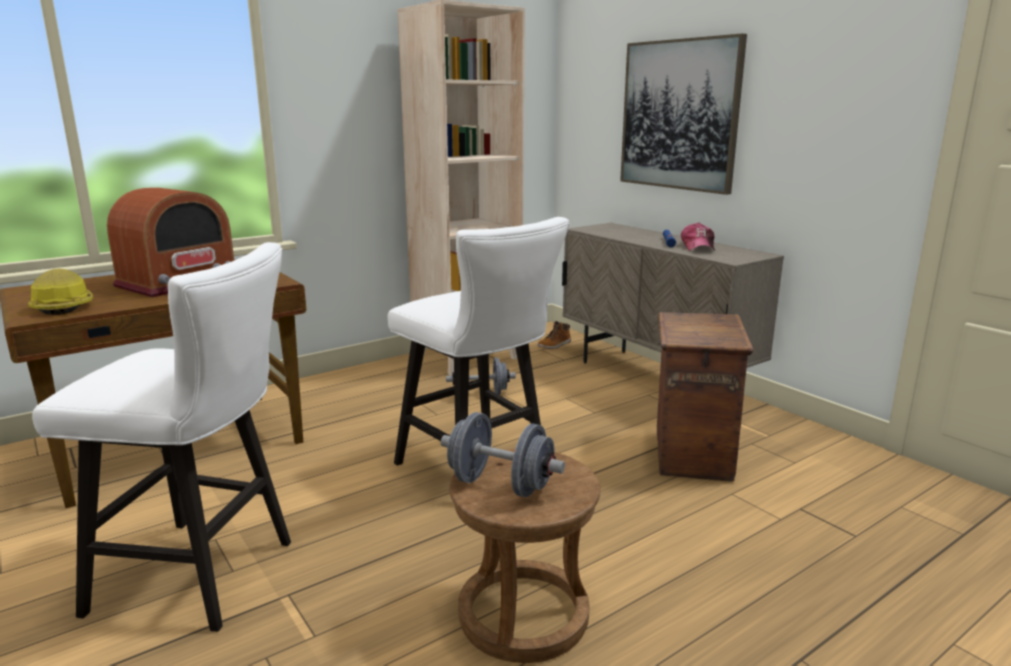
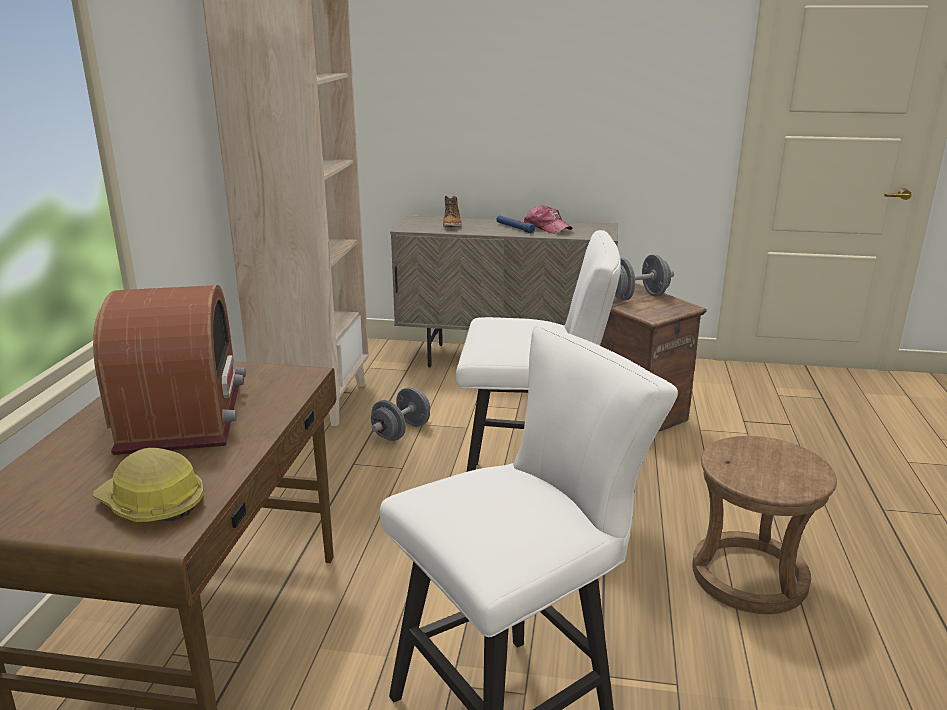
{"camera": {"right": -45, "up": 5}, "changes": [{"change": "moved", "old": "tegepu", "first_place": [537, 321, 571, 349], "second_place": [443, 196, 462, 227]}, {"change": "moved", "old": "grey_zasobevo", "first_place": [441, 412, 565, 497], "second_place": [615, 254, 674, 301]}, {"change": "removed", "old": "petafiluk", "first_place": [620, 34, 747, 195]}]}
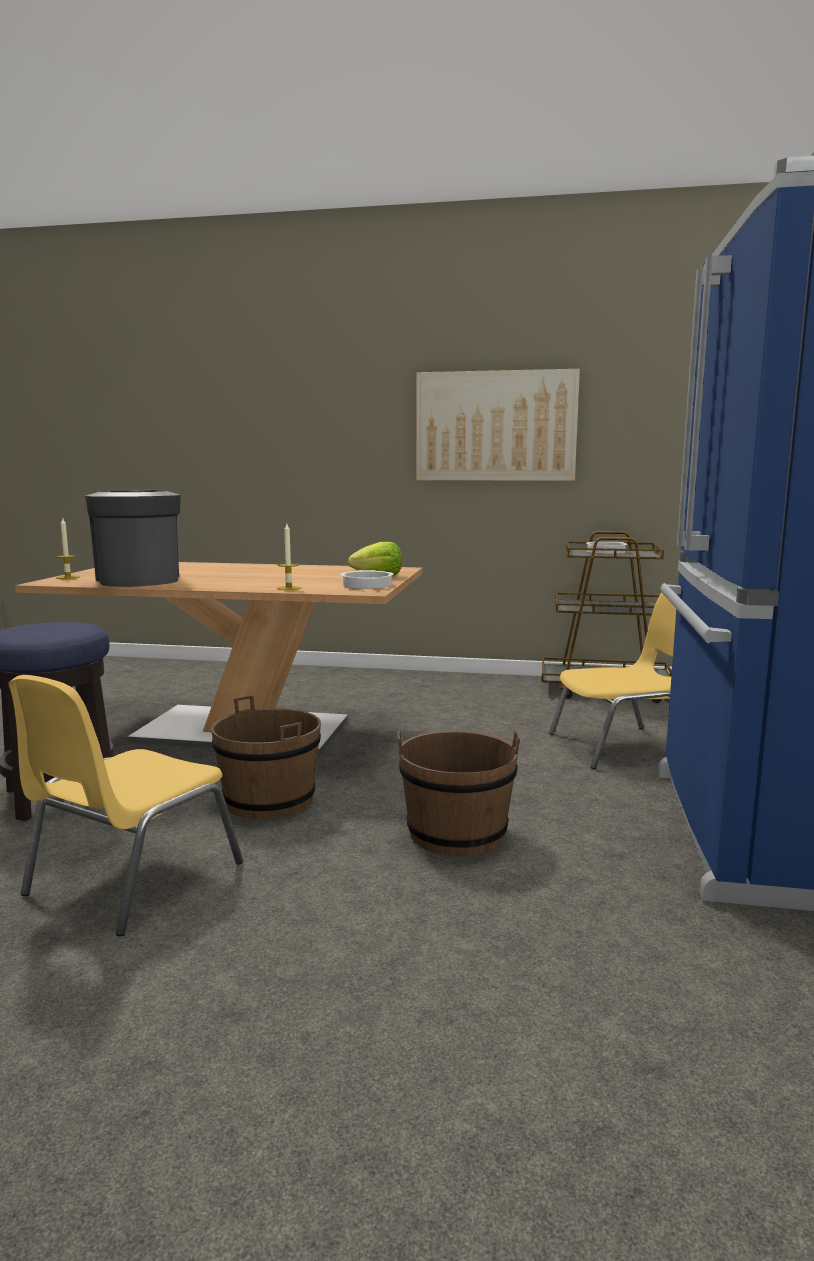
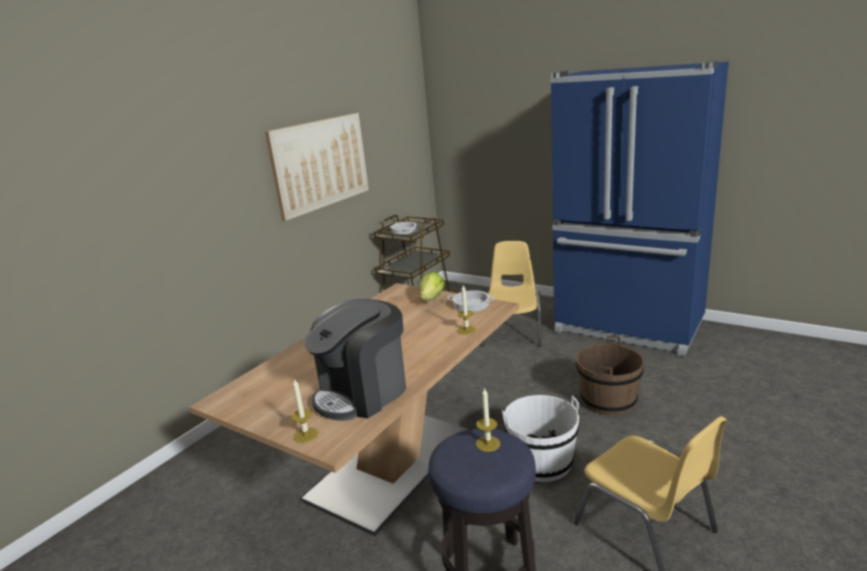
{"camera": {"right": -65, "up": 10}, "changes": [{"change": "turned", "old": "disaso", "first_place": [85, 490, 181, 587], "second_place": [304, 299, 406, 421], "degrees": -45}, {"change": "added", "new": "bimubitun", "second_place": [476, 387, 500, 452]}, {"change": "recoloured", "old": "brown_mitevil", "new": "white_mitevil", "first_place": [211, 696, 321, 819], "second_place": [502, 395, 579, 482]}]}
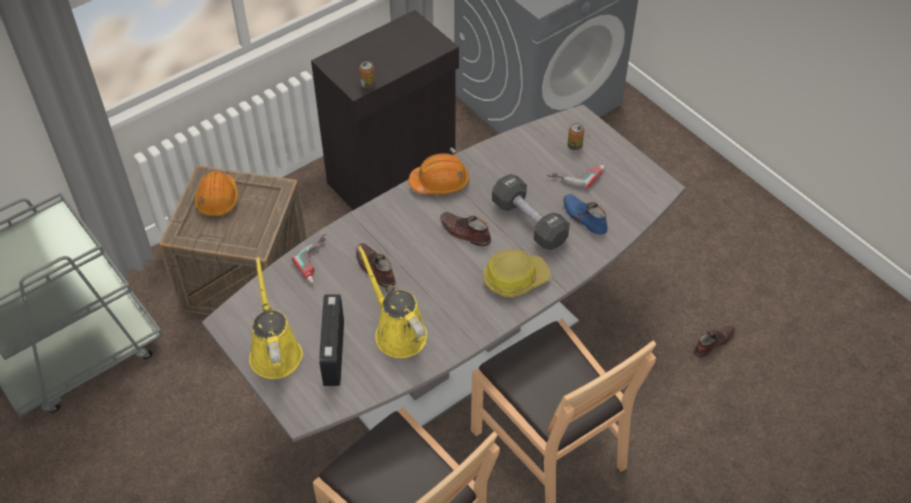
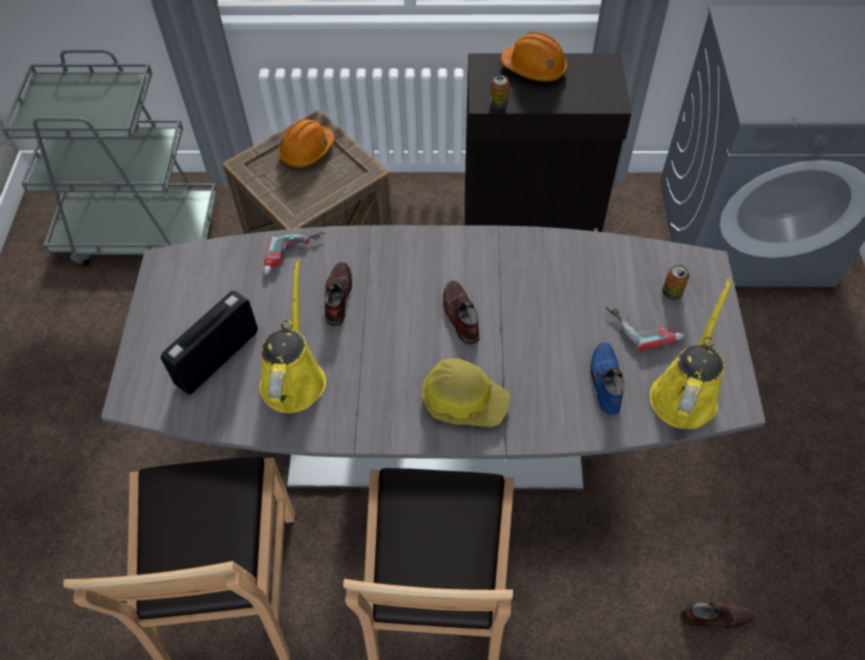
{"camera": {"right": 40, "up": 5}, "changes": [{"change": "moved", "old": "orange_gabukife", "first_place": [409, 153, 469, 195], "second_place": [501, 32, 568, 82]}, {"change": "moved", "old": "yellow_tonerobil", "first_place": [249, 257, 303, 379], "second_place": [650, 279, 733, 429]}, {"change": "removed", "old": "black_zasobevo", "first_place": [492, 174, 570, 250]}]}
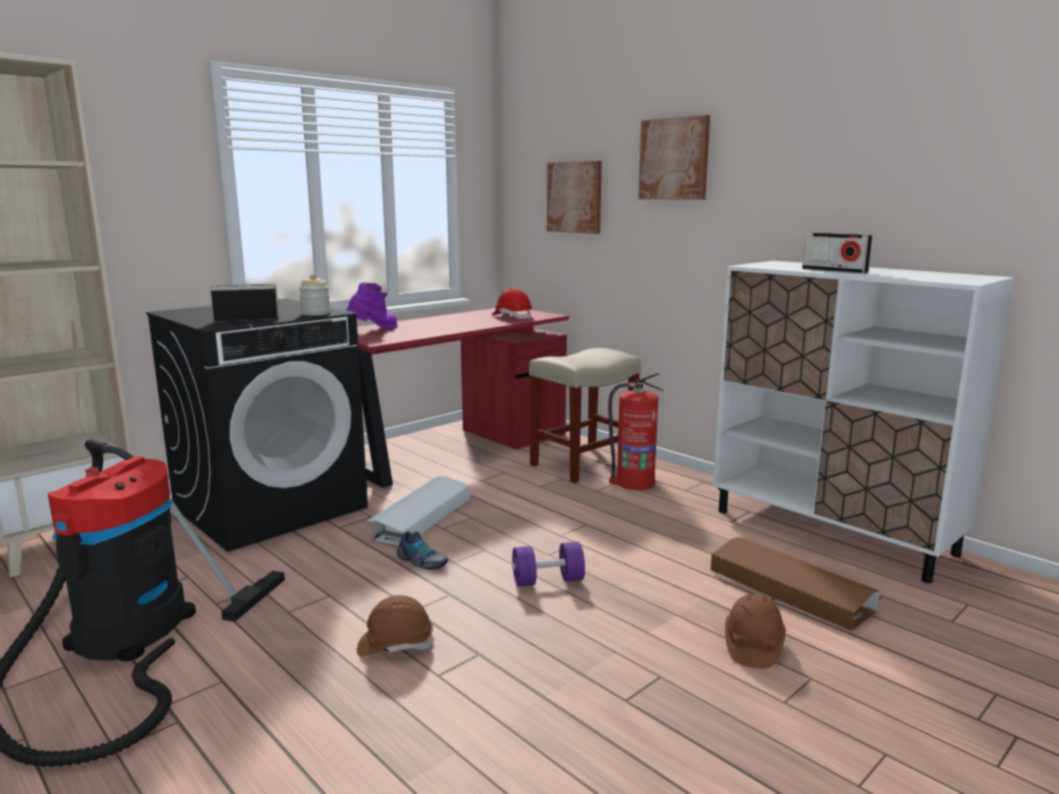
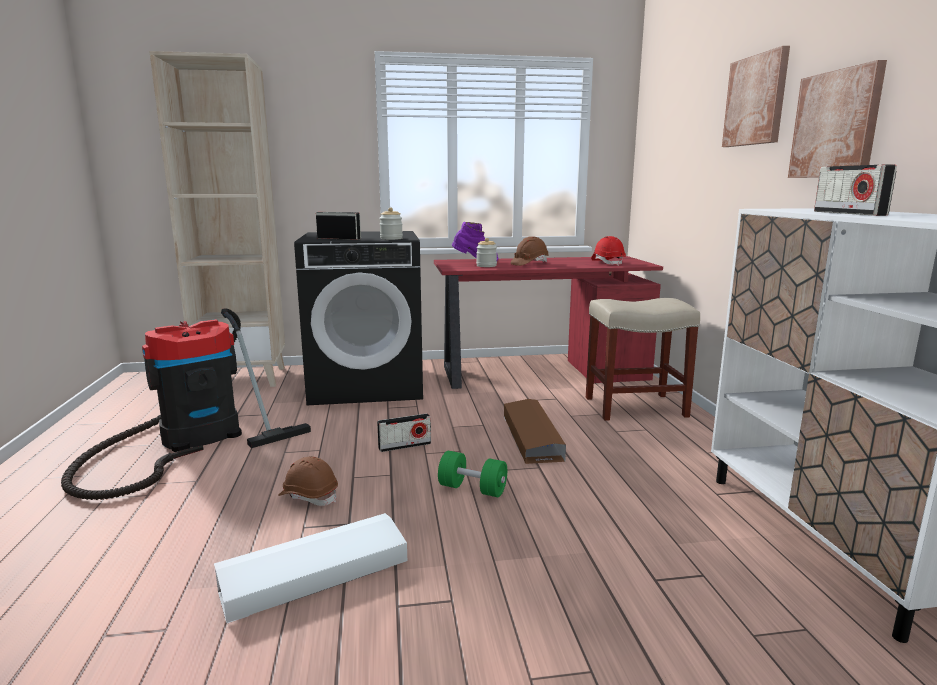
{"camera": {"right": 35, "up": 0}, "changes": [{"change": "moved", "old": "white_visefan", "first_place": [367, 476, 470, 546], "second_place": [214, 513, 407, 624]}, {"change": "replaced", "old": "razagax", "new": "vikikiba", "first_place": [397, 531, 448, 570], "second_place": [377, 413, 431, 452]}, {"change": "recoloured", "old": "purple_zasobevo", "new": "green_zasobevo", "first_place": [512, 542, 585, 587], "second_place": [438, 451, 507, 497]}, {"change": "added", "new": "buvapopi", "second_place": [476, 238, 497, 267]}, {"change": "moved", "old": "brown_visefan", "first_place": [710, 537, 880, 631], "second_place": [504, 399, 566, 464]}, {"change": "moved", "old": "brown_gabukife", "first_place": [725, 594, 786, 669], "second_place": [511, 236, 549, 266]}, {"change": "moved", "old": "petafiluk", "first_place": [547, 161, 602, 234], "second_place": [788, 60, 887, 178]}, {"change": "removed", "old": "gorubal", "first_place": [608, 373, 664, 490]}]}
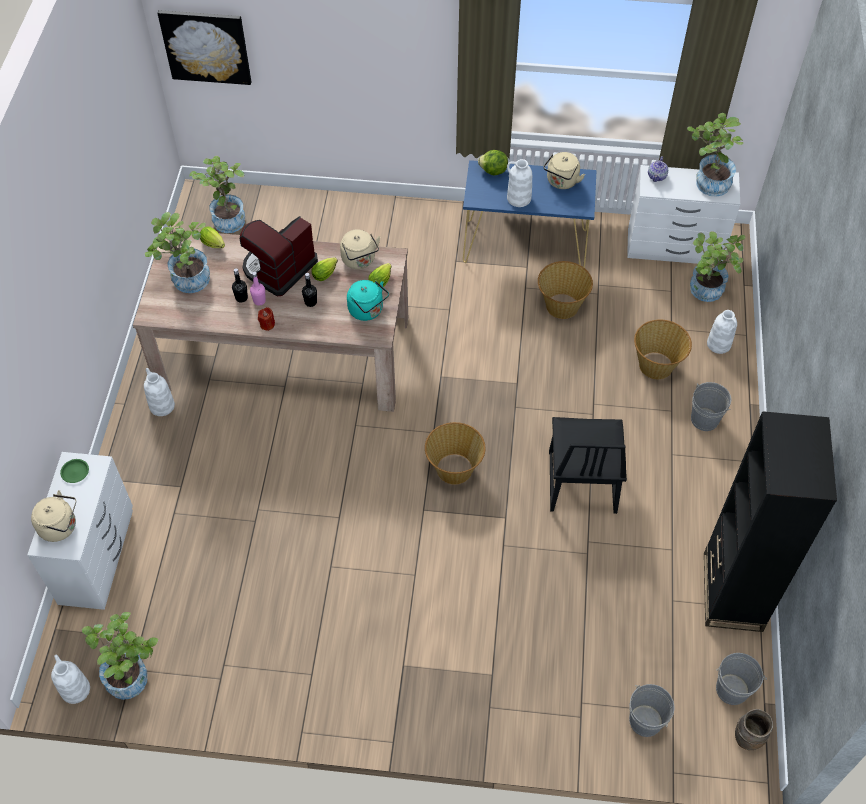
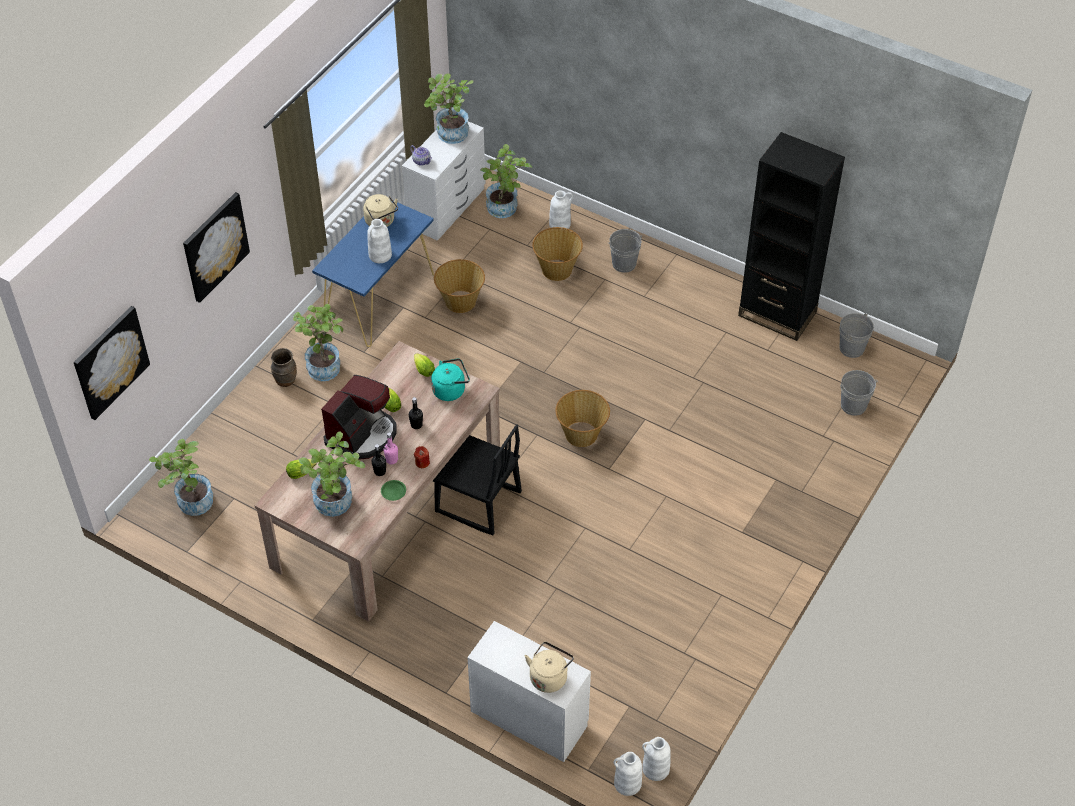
{"camera": {"right": -65, "up": -5}, "changes": [{"change": "added", "new": "petafiluk", "second_place": [183, 192, 250, 303]}, {"change": "moved", "old": "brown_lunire", "first_place": [735, 709, 773, 750], "second_place": [271, 348, 297, 387]}, {"change": "moved", "old": "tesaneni", "first_place": [82, 612, 158, 700], "second_place": [293, 304, 343, 381]}, {"change": "turned", "old": "disaso", "first_place": [240, 216, 318, 297], "second_place": [321, 375, 397, 460], "degrees": -120}, {"change": "moved", "old": "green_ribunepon", "first_place": [60, 459, 89, 483], "second_place": [381, 480, 406, 501]}, {"change": "moved", "old": "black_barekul", "first_place": [549, 417, 627, 514], "second_place": [433, 424, 522, 535]}, {"change": "moved", "old": "white_lunire", "first_place": [144, 368, 175, 416], "second_place": [613, 752, 642, 796]}, {"change": "removed", "old": "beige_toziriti", "first_place": [340, 229, 380, 269]}, {"change": "removed", "old": "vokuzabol", "first_place": [478, 150, 508, 176]}]}
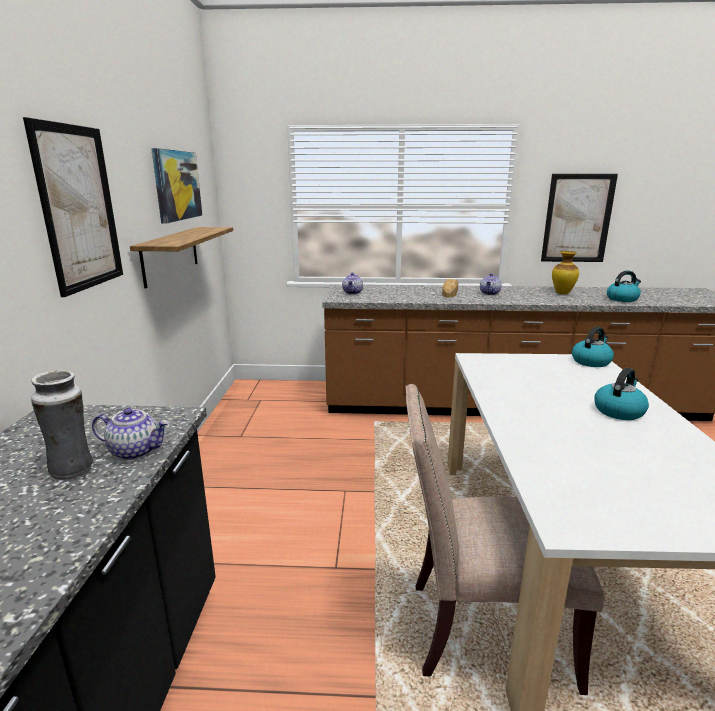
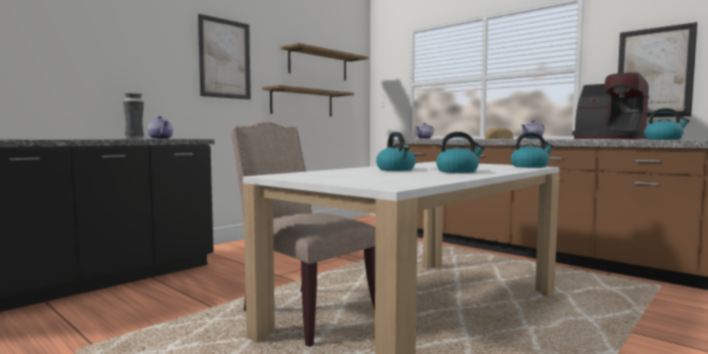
{"camera": {"right": 40, "up": -15}, "changes": [{"change": "replaced", "old": "petafiluk", "new": "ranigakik", "first_place": [151, 148, 202, 224], "second_place": [281, 43, 368, 81]}, {"change": "added", "new": "toziriti", "second_place": [376, 132, 416, 171]}, {"change": "replaced", "old": "lunire", "new": "disaso", "first_place": [552, 251, 579, 294], "second_place": [572, 73, 649, 139]}]}
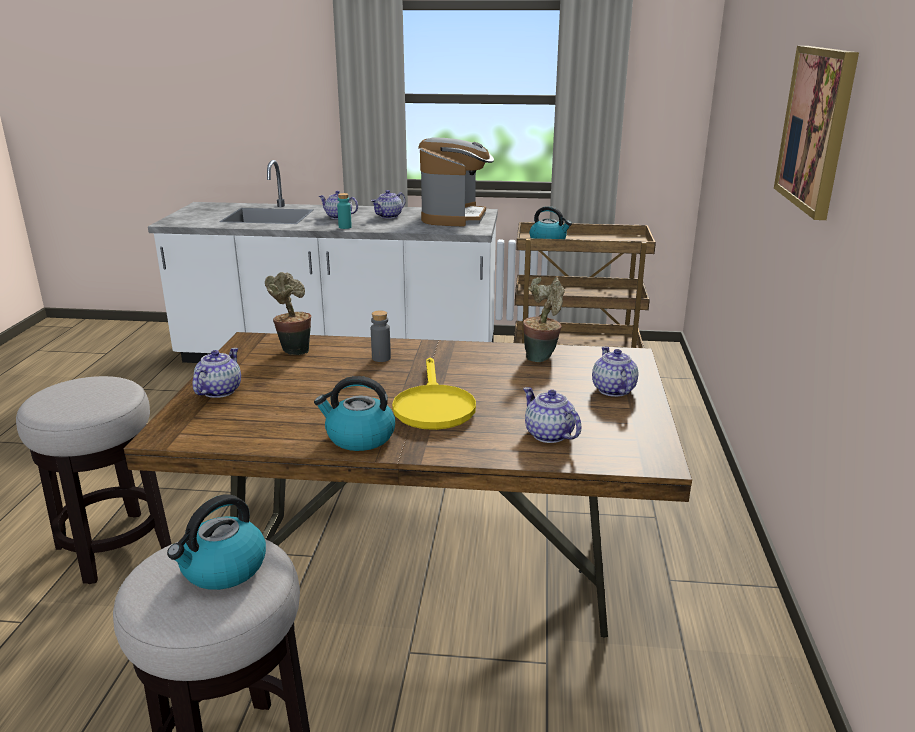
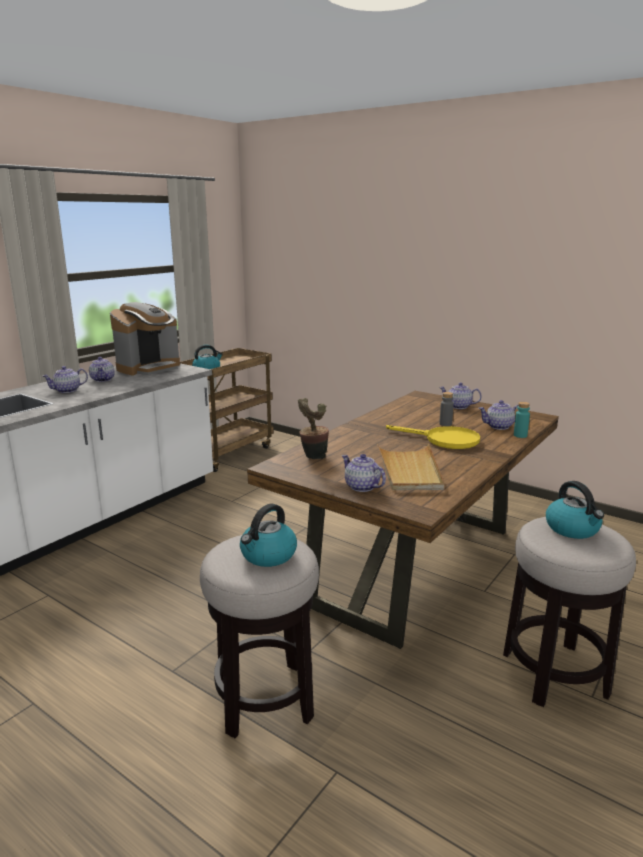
{"camera": {"right": -60, "up": -5}, "changes": [{"change": "turned", "old": "disaso", "first_place": [418, 137, 494, 226], "second_place": [110, 302, 180, 376], "degrees": 90}, {"change": "moved", "old": "toziriti", "first_place": [314, 376, 395, 451], "second_place": [240, 504, 297, 567]}, {"change": "added", "new": "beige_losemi", "second_place": [377, 444, 444, 490]}, {"change": "moved", "old": "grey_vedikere", "first_place": [371, 310, 391, 362], "second_place": [439, 392, 454, 426]}, {"change": "moved", "old": "turquoise_vedikere", "first_place": [337, 193, 352, 229], "second_place": [514, 402, 530, 438]}, {"change": "removed", "old": "tesaneni", "first_place": [523, 277, 565, 362]}, {"change": "removed", "old": "petafiluk", "first_place": [774, 46, 859, 220]}]}
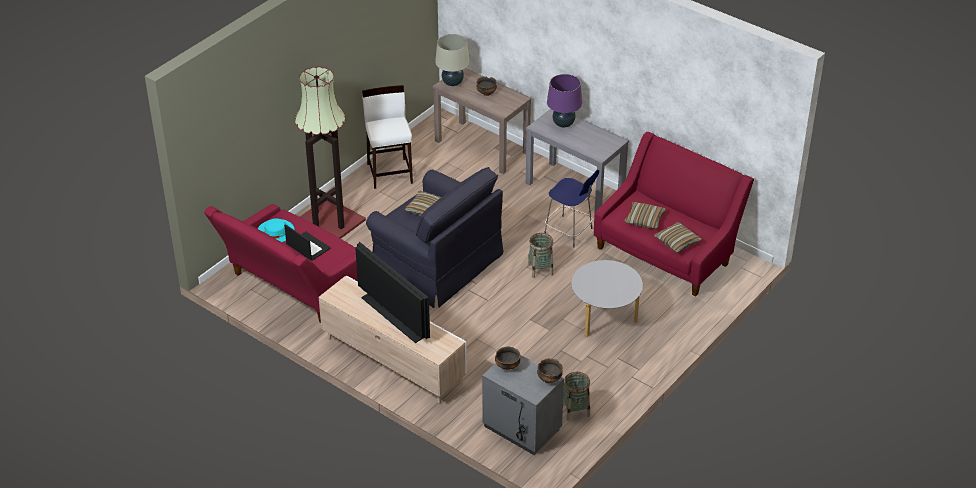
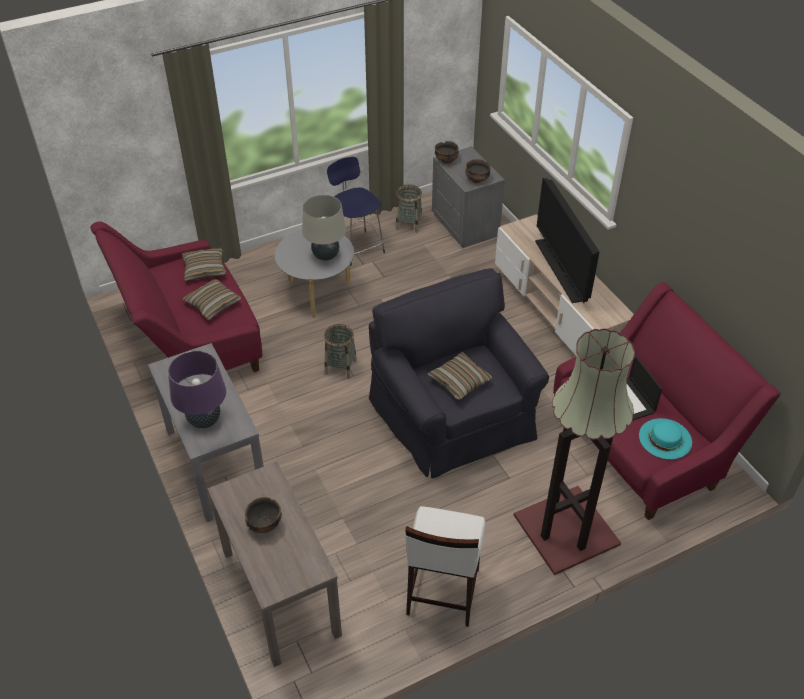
{"camera": {"right": -155, "up": 5}, "changes": [{"change": "moved", "old": "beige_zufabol", "first_place": [435, 34, 470, 86], "second_place": [302, 195, 346, 261]}, {"change": "moved", "old": "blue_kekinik", "first_place": [544, 170, 599, 247], "second_place": [327, 157, 385, 266]}]}
